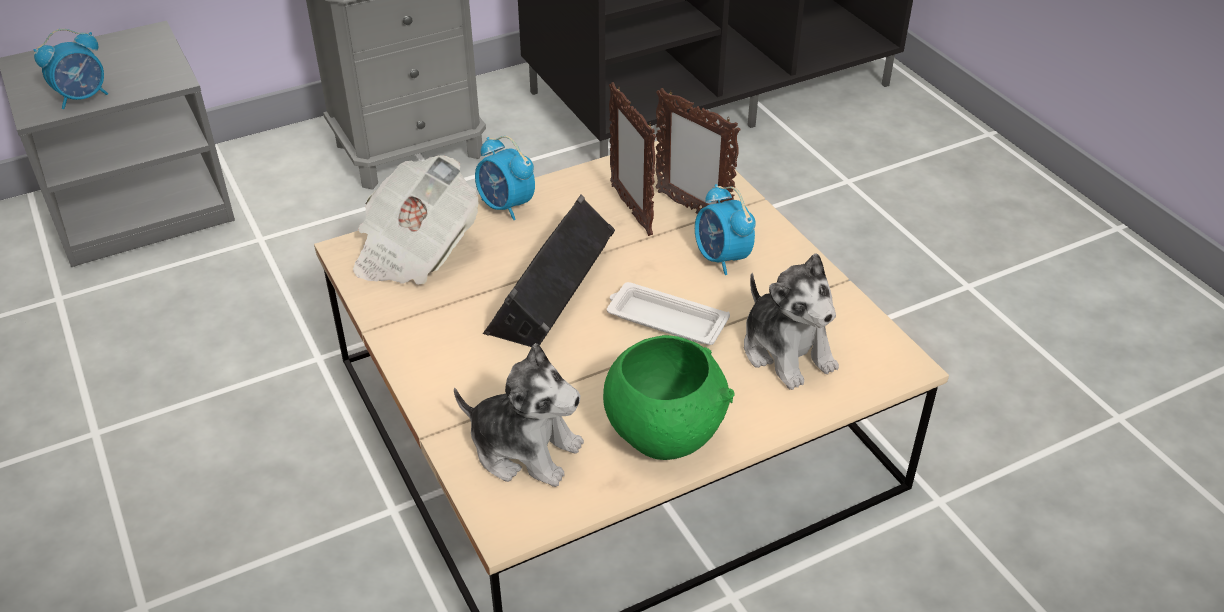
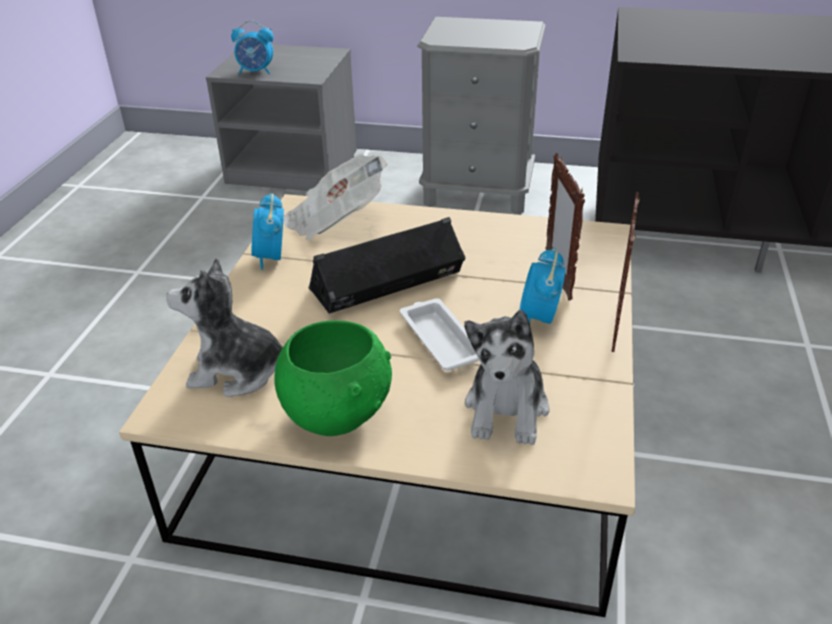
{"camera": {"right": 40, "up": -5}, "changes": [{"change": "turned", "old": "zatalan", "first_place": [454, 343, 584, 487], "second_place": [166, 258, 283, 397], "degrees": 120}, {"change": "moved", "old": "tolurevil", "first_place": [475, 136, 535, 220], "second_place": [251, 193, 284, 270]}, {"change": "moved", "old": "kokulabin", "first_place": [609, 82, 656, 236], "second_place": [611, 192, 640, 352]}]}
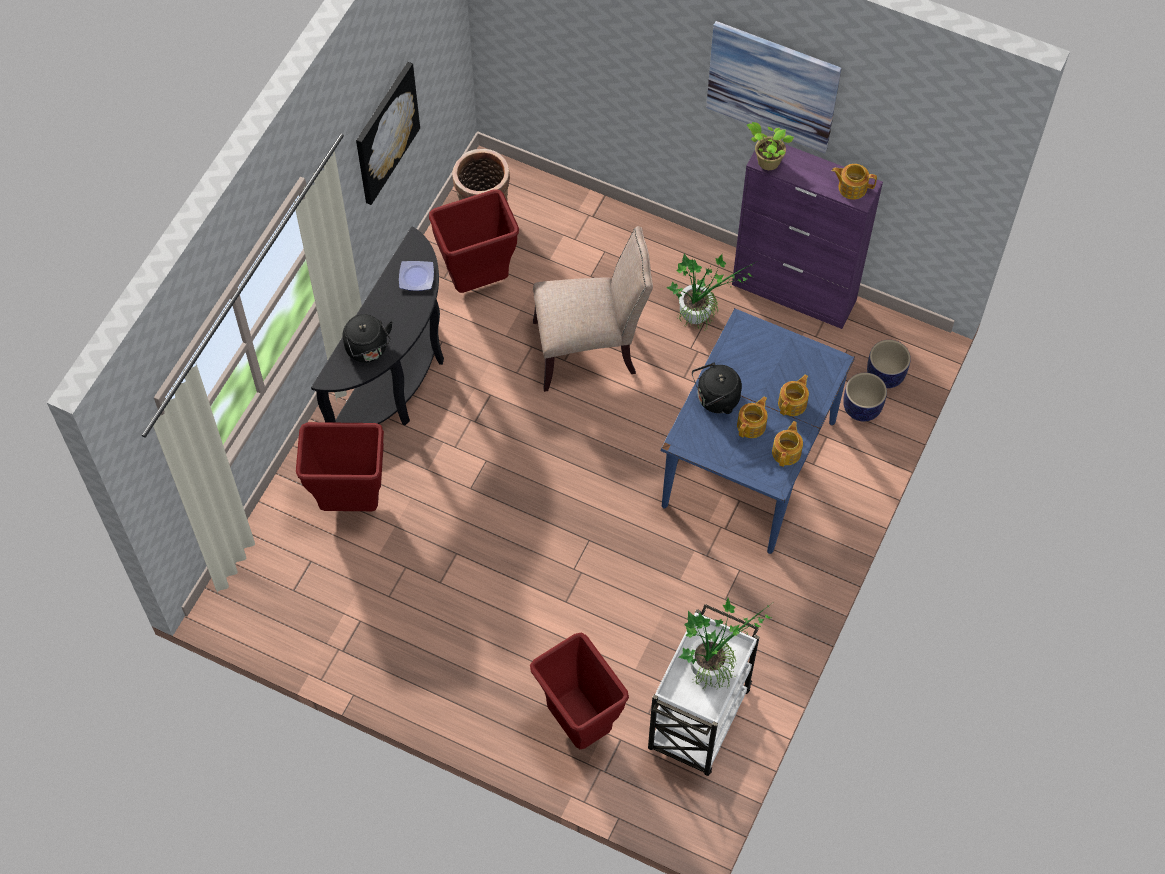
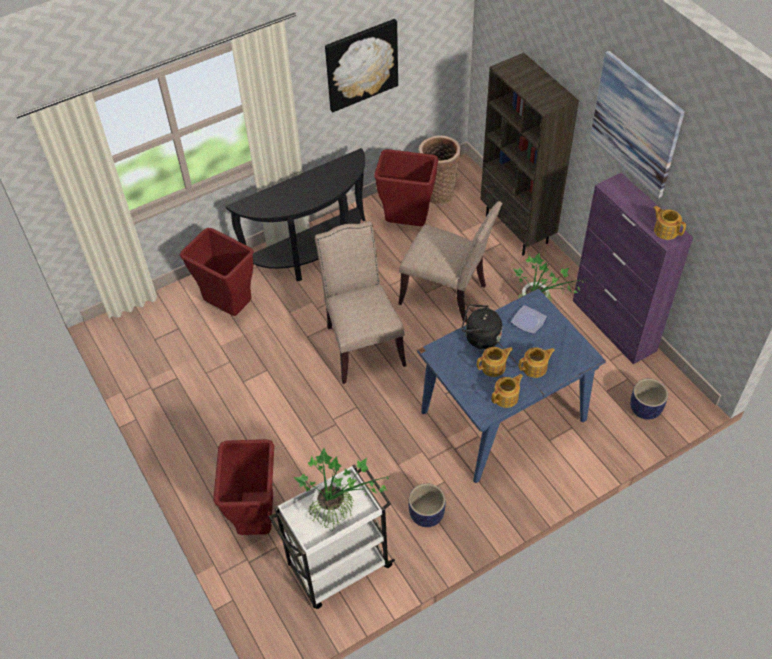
{"camera": {"right": 35, "up": -10}, "changes": [{"change": "added", "new": "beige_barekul", "second_place": [315, 221, 406, 384]}, {"change": "moved", "old": "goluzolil", "first_place": [843, 373, 887, 421], "second_place": [409, 483, 445, 527]}, {"change": "added", "new": "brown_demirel", "second_place": [480, 53, 579, 255]}, {"change": "moved", "old": "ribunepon", "first_place": [399, 261, 434, 291], "second_place": [511, 305, 547, 334]}, {"change": "removed", "old": "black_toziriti", "first_place": [343, 314, 393, 363]}, {"change": "removed", "old": "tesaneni", "first_place": [747, 122, 794, 170]}]}
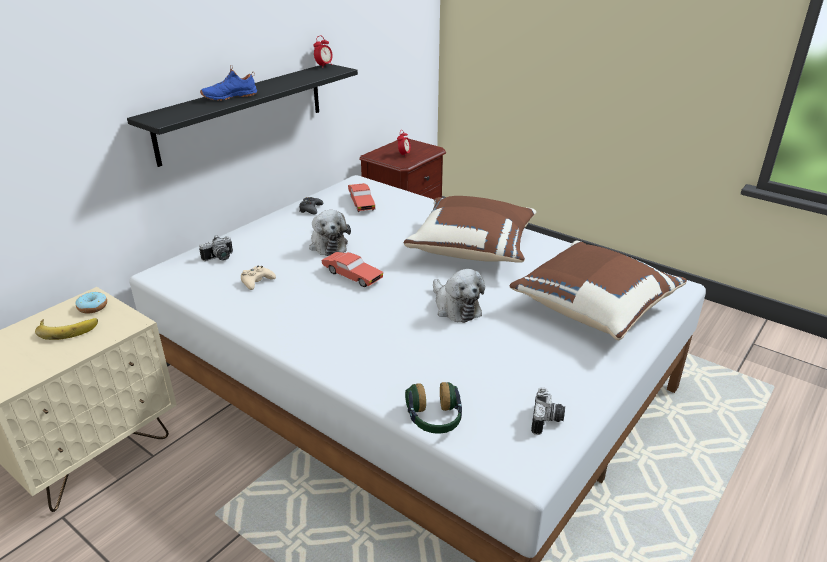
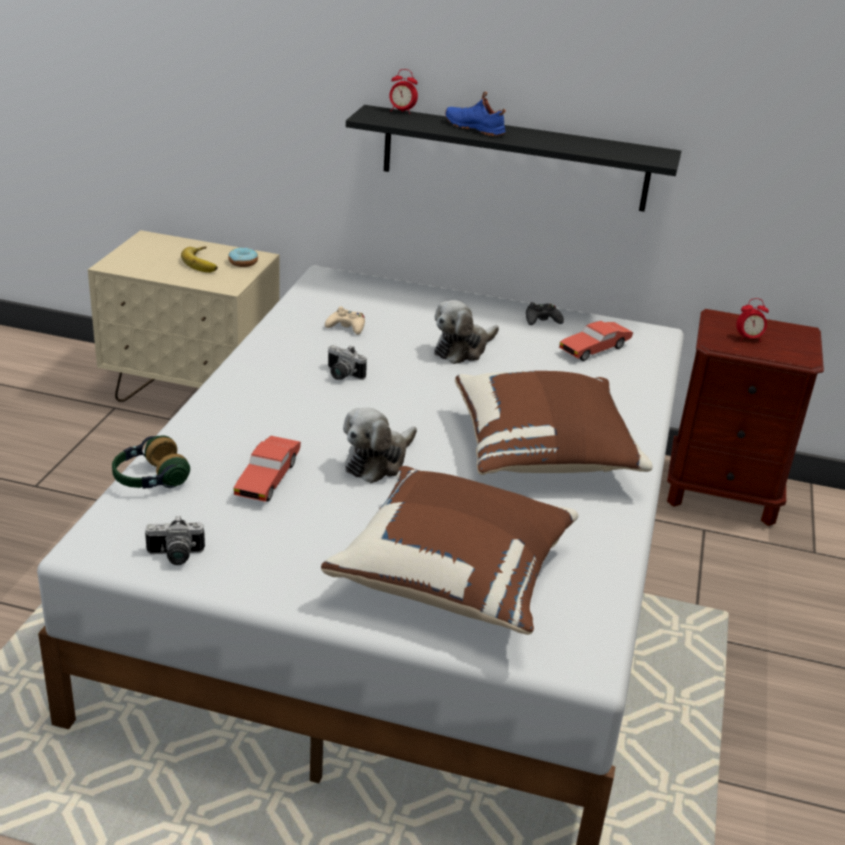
{"camera": {"right": 65, "up": 0}, "changes": [{"change": "moved", "old": "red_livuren", "first_place": [321, 252, 383, 287], "second_place": [234, 436, 301, 502]}, {"change": "moved", "old": "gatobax", "first_place": [199, 236, 233, 261], "second_place": [328, 345, 367, 380]}, {"change": "moved", "old": "tolurevil", "first_place": [313, 36, 333, 68], "second_place": [389, 69, 418, 114]}]}
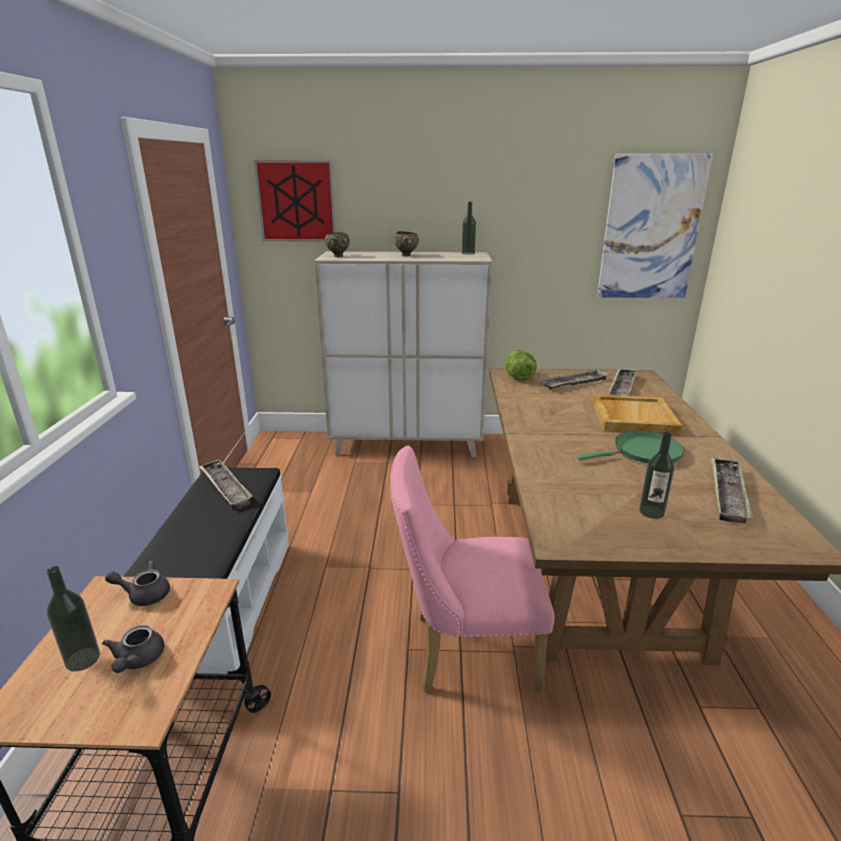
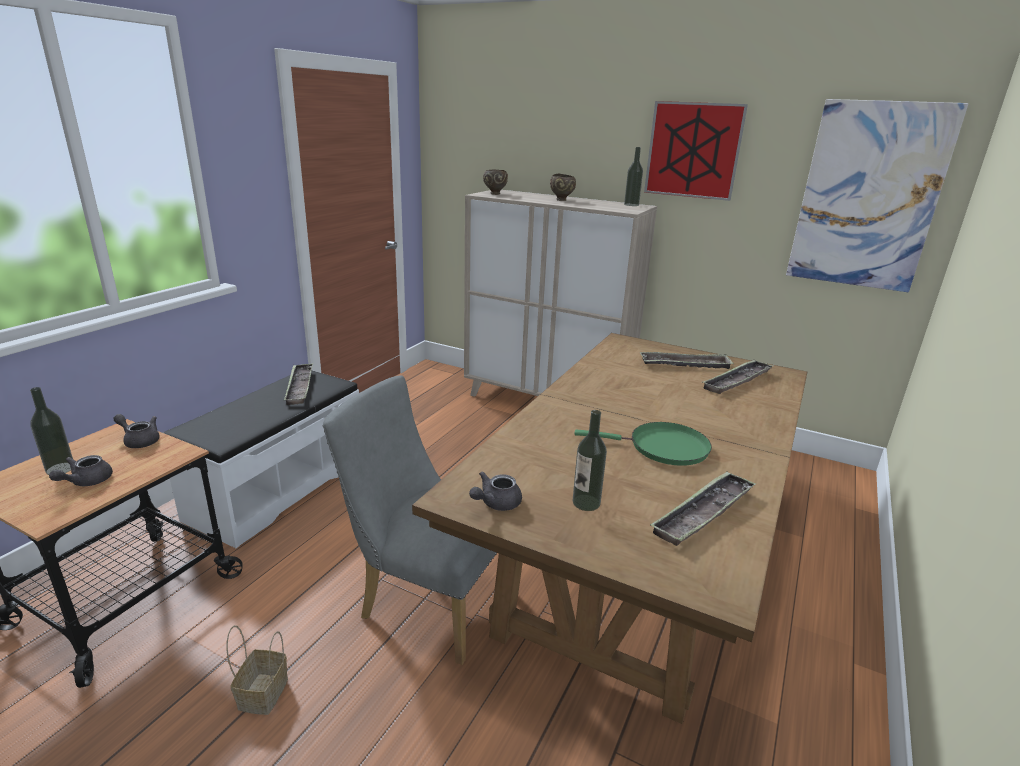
{"camera": {"right": 25, "up": 0}, "changes": [{"change": "added", "new": "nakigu", "second_place": [226, 625, 288, 715]}, {"change": "recoloured", "old": "pink_barekul", "new": "grey_barekul", "first_place": [390, 446, 555, 693], "second_place": [323, 375, 497, 665]}, {"change": "added", "new": "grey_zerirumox", "second_place": [469, 472, 522, 511]}, {"change": "moved", "old": "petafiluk", "first_place": [254, 161, 336, 241], "second_place": [644, 101, 748, 201]}, {"change": "removed", "old": "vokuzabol", "first_place": [506, 350, 537, 381]}, {"change": "removed", "old": "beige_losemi", "first_place": [592, 395, 682, 435]}]}
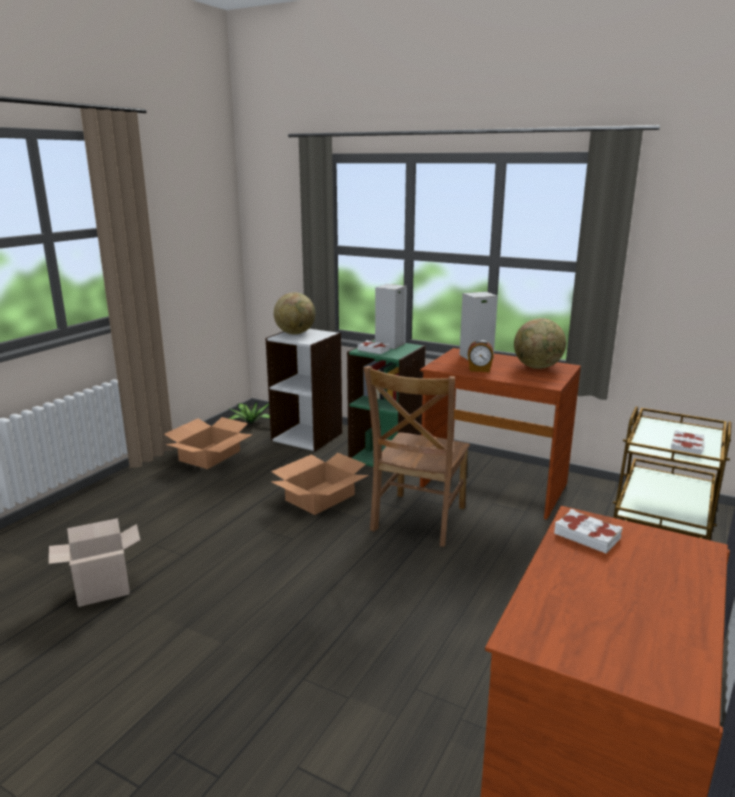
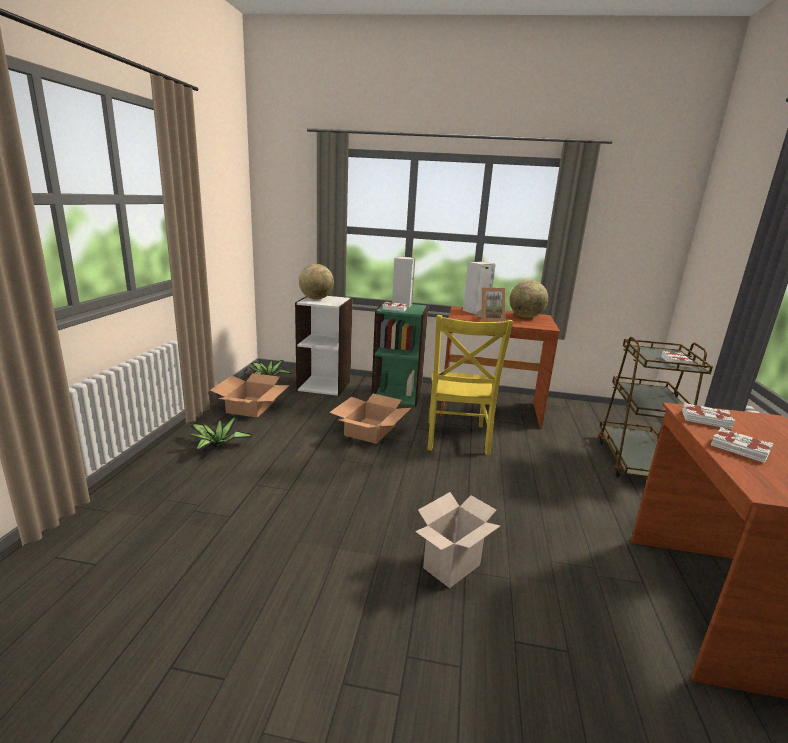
{"camera": {"right": -20, "up": 0}, "changes": [{"change": "added", "new": "tesaneni", "second_place": [190, 417, 252, 451]}, {"change": "moved", "old": "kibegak", "first_place": [49, 518, 140, 607], "second_place": [415, 492, 500, 588]}, {"change": "recoloured", "old": "brown_barekul", "new": "yellow_barekul", "first_place": [363, 366, 470, 547], "second_place": [427, 315, 514, 455]}, {"change": "replaced", "old": "tolurevil", "new": "kokulabin", "first_place": [468, 340, 494, 372], "second_place": [477, 288, 505, 322]}, {"change": "added", "new": "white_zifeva", "second_place": [711, 427, 774, 463]}]}
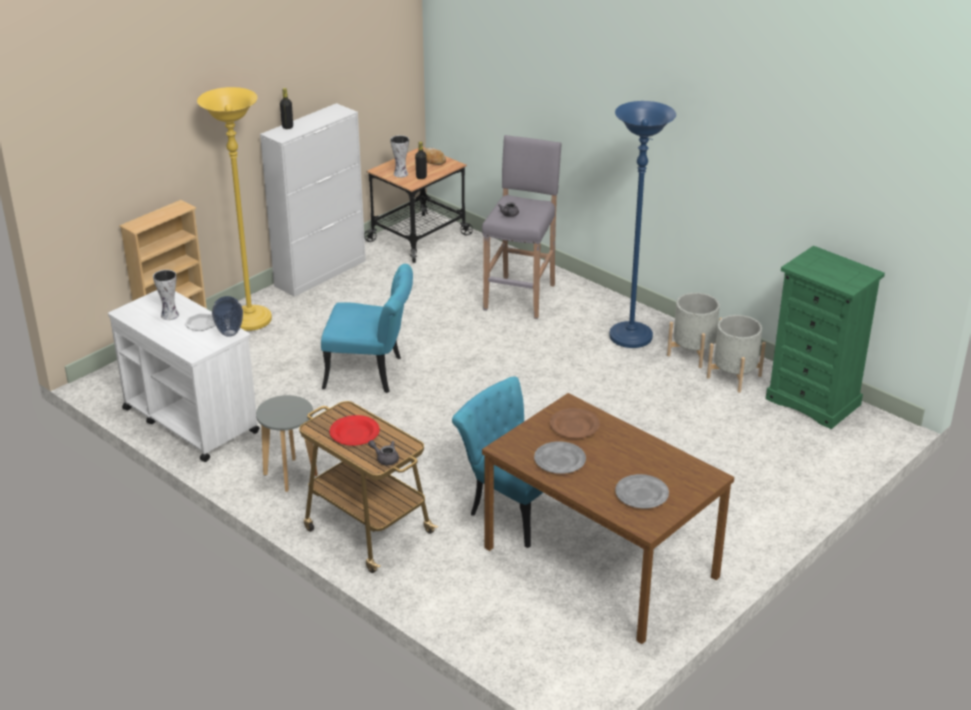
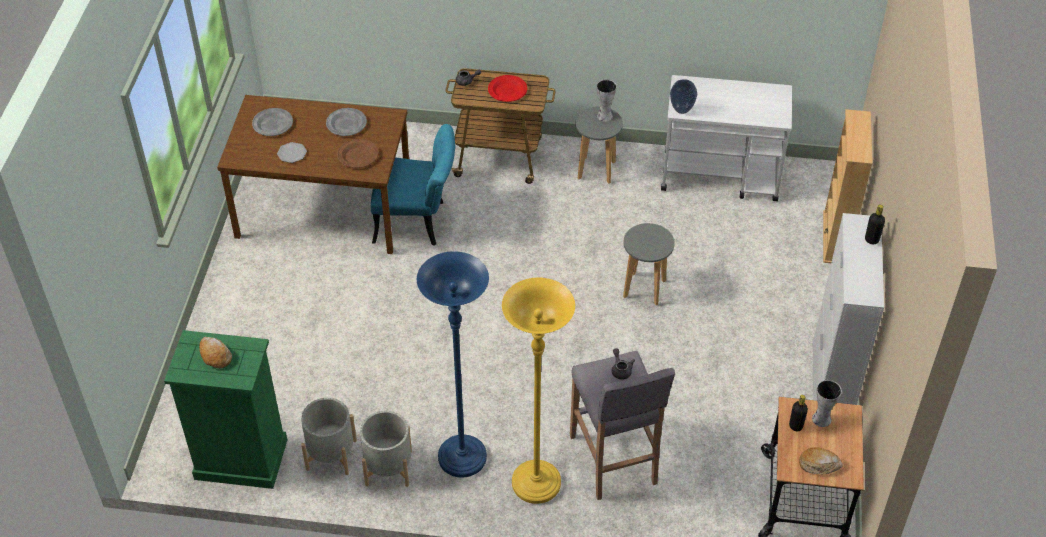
{"camera": {"right": 145, "up": 15}, "changes": [{"change": "added", "new": "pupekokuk", "second_place": [199, 337, 232, 368]}, {"change": "moved", "old": "ribunepon", "first_place": [185, 314, 215, 331], "second_place": [277, 142, 307, 163]}, {"change": "moved", "old": "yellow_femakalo", "first_place": [197, 87, 272, 331], "second_place": [502, 277, 575, 504]}, {"change": "moved", "old": "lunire", "first_place": [153, 270, 179, 320], "second_place": [597, 79, 617, 122]}, {"change": "replaced", "old": "turquoise_barekul", "new": "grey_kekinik", "first_place": [321, 264, 413, 393], "second_place": [623, 223, 675, 305]}]}
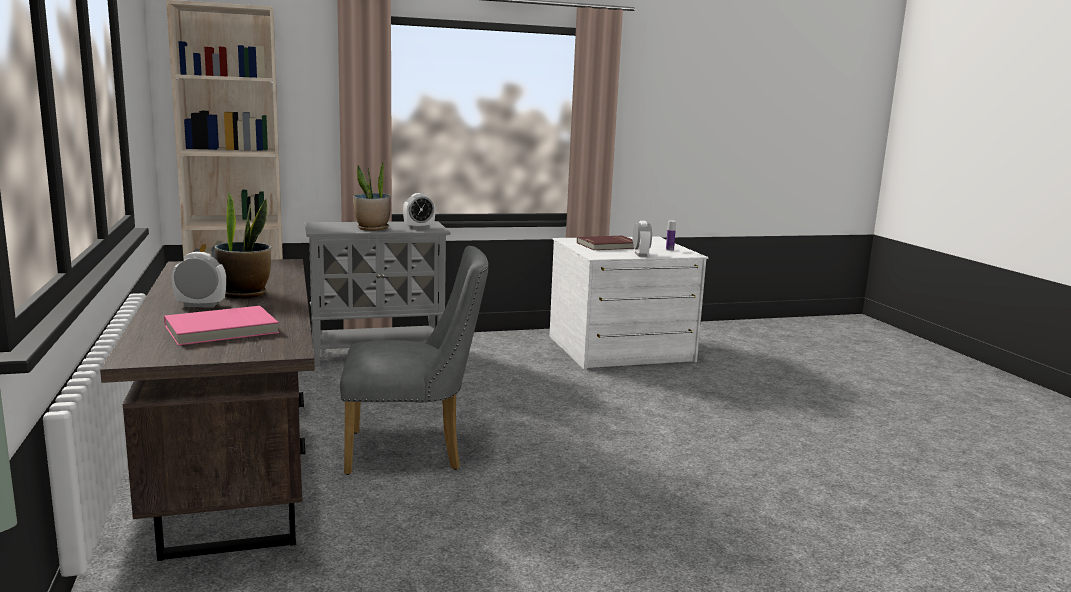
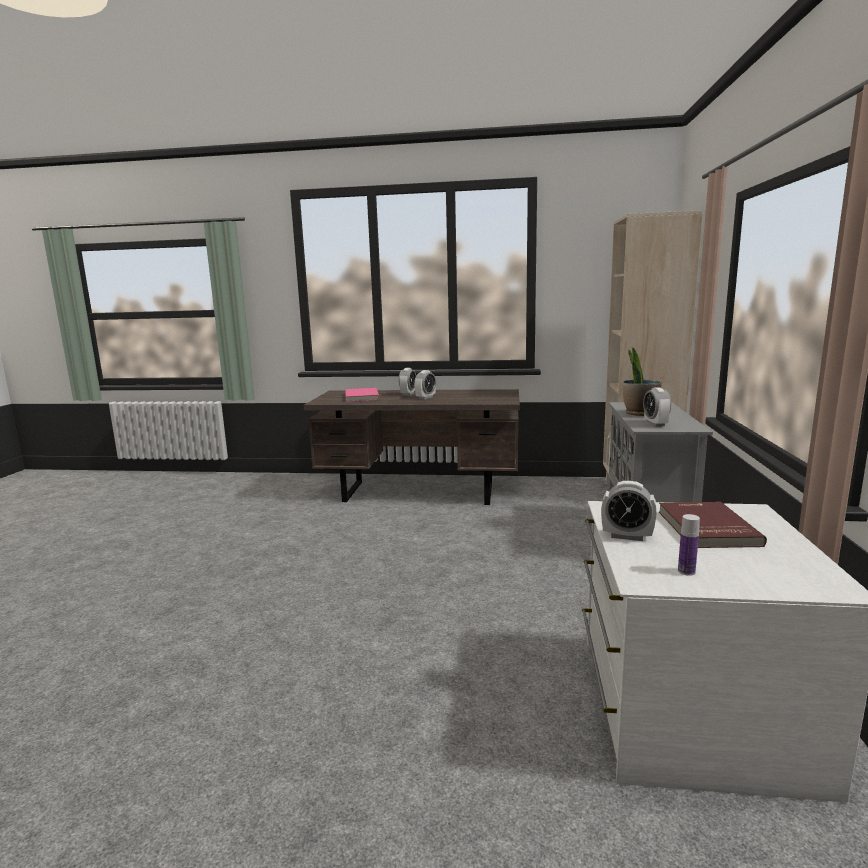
{"camera": {"right": 115, "up": 0}, "changes": [{"change": "replaced", "old": "tesaneni", "new": "tolurevil", "first_place": [214, 191, 271, 299], "second_place": [414, 370, 436, 400]}, {"change": "removed", "old": "grey_barekul", "first_place": [340, 246, 489, 475]}]}
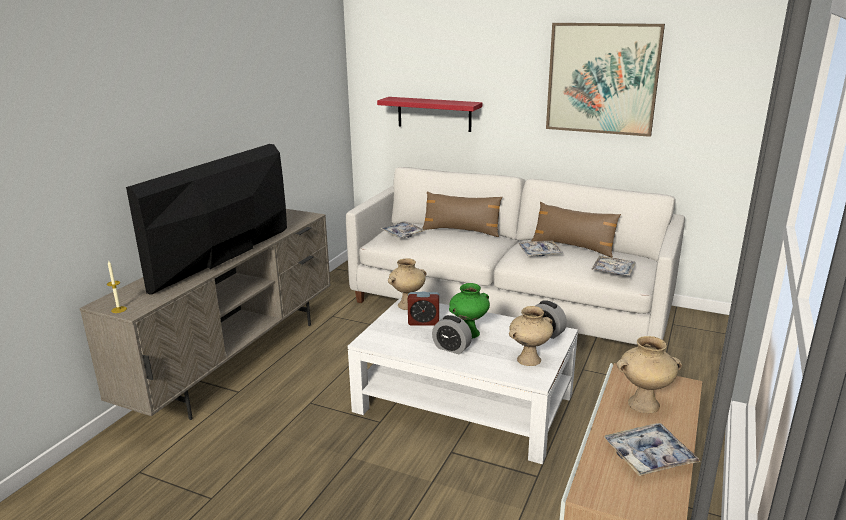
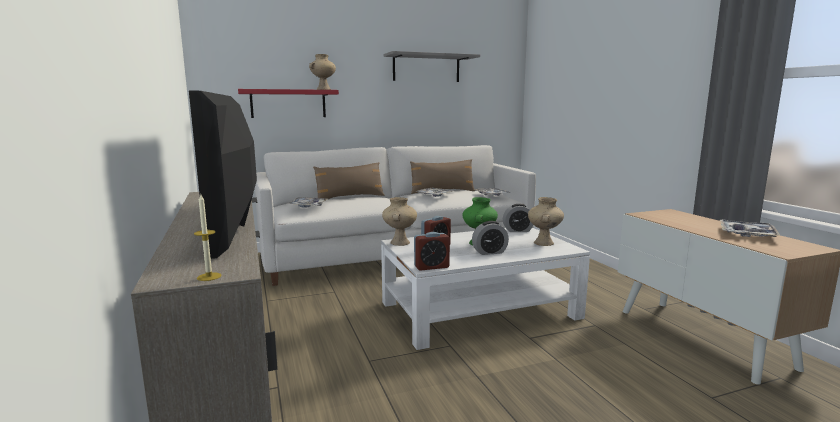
{"camera": {"right": -45, "up": -10}, "changes": [{"change": "moved", "old": "beige_lunire", "first_place": [617, 336, 682, 413], "second_place": [309, 54, 336, 90]}, {"change": "replaced", "old": "petafiluk", "new": "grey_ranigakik", "first_place": [546, 23, 665, 137], "second_place": [384, 51, 480, 82]}, {"change": "added", "new": "tolurevil", "second_place": [414, 232, 450, 271]}]}
